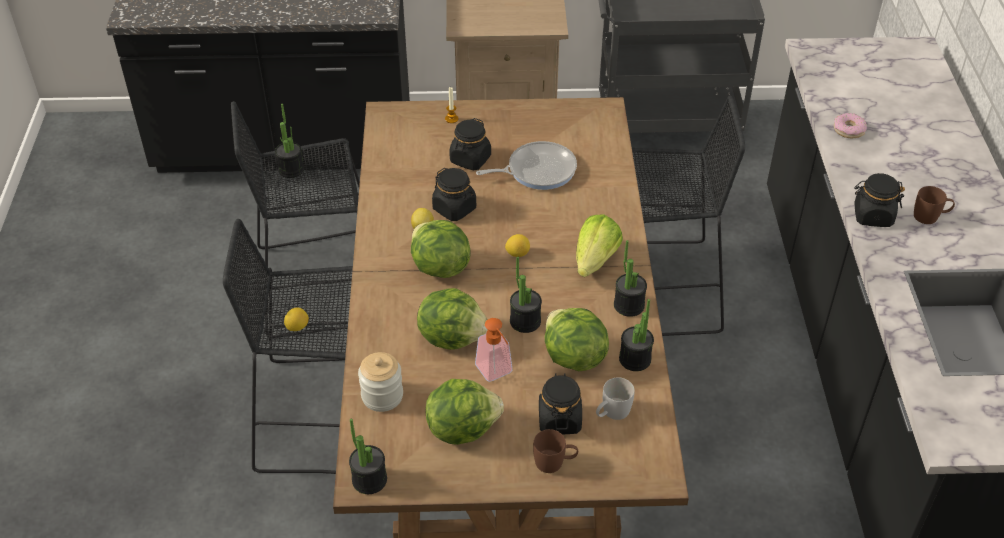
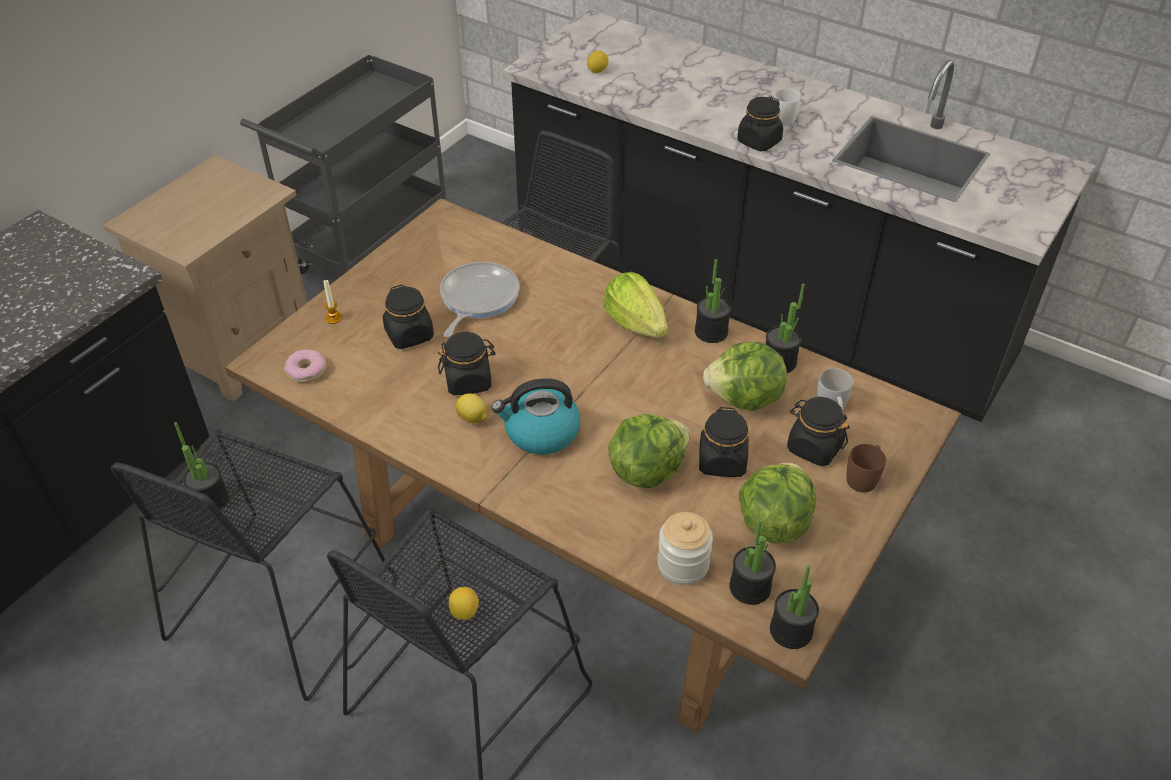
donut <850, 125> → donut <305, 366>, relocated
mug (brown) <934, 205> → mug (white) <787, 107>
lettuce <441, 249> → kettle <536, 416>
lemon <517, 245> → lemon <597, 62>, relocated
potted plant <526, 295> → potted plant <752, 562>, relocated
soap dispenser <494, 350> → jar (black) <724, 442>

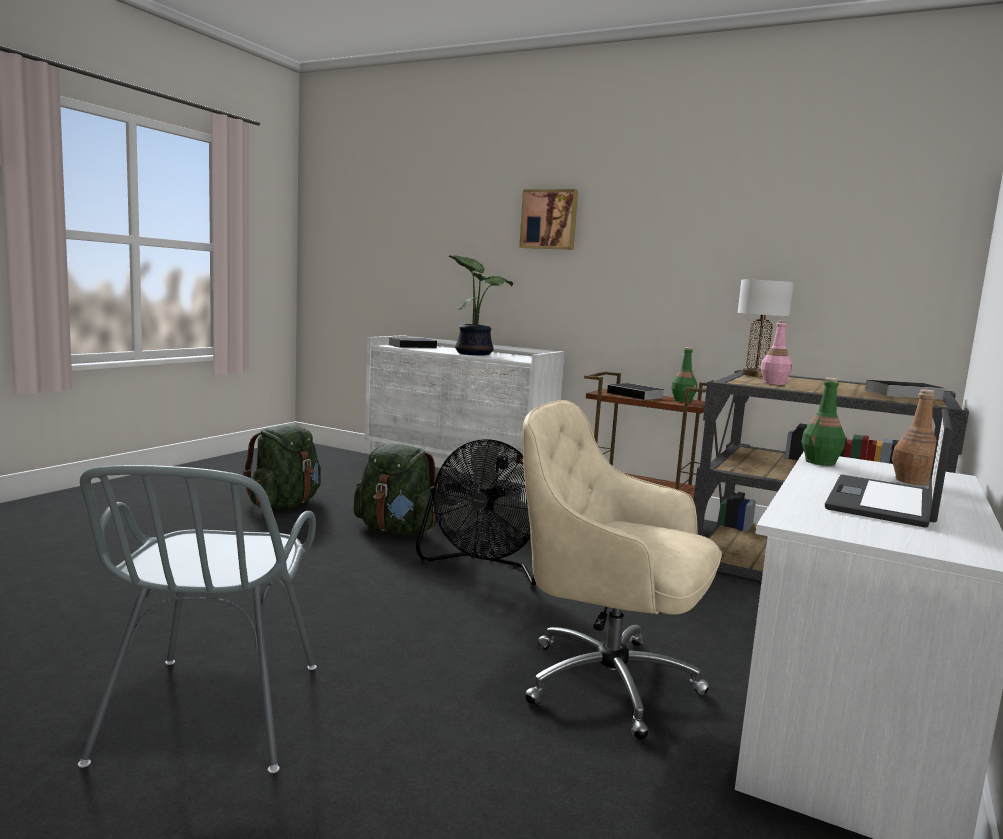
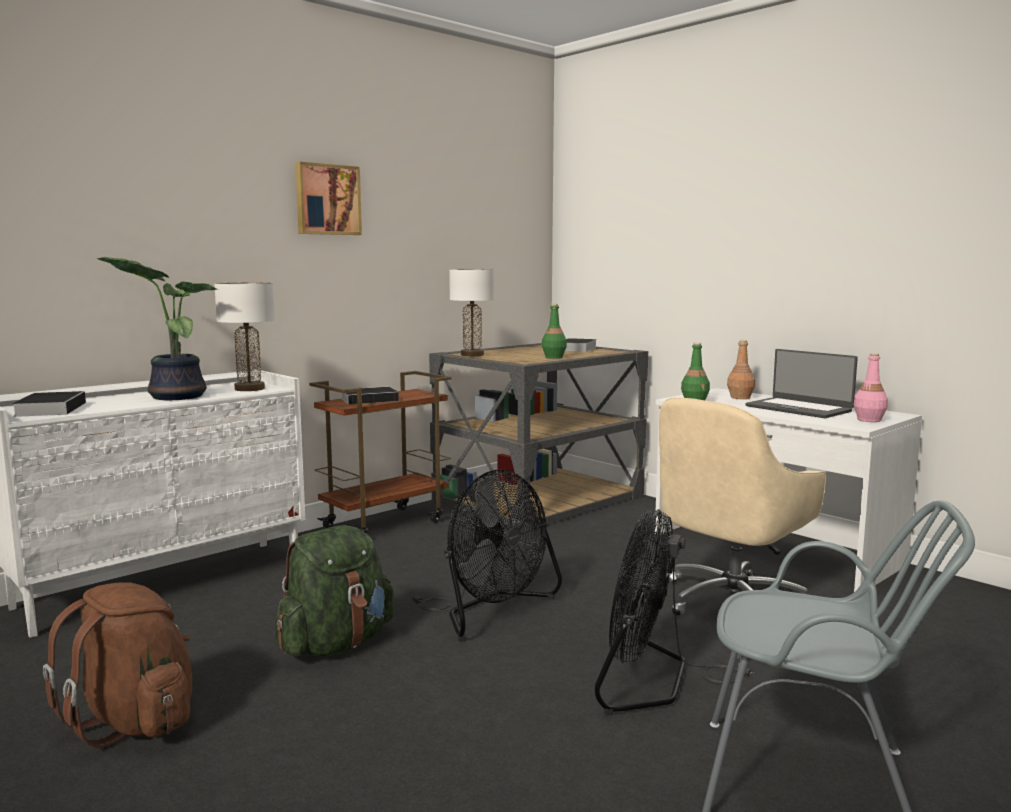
picture <548, 219> → picture <328, 198>, relocated
bottle (pink) <776, 352> → bottle (pink) <871, 387>, relocated
bottle (green) <684, 374> → bottle (green) <554, 331>, relocated
backpack (green) <282, 466> → backpack (brown) <117, 664>
- → table lamp <244, 337>
- → fan (black) <674, 612>

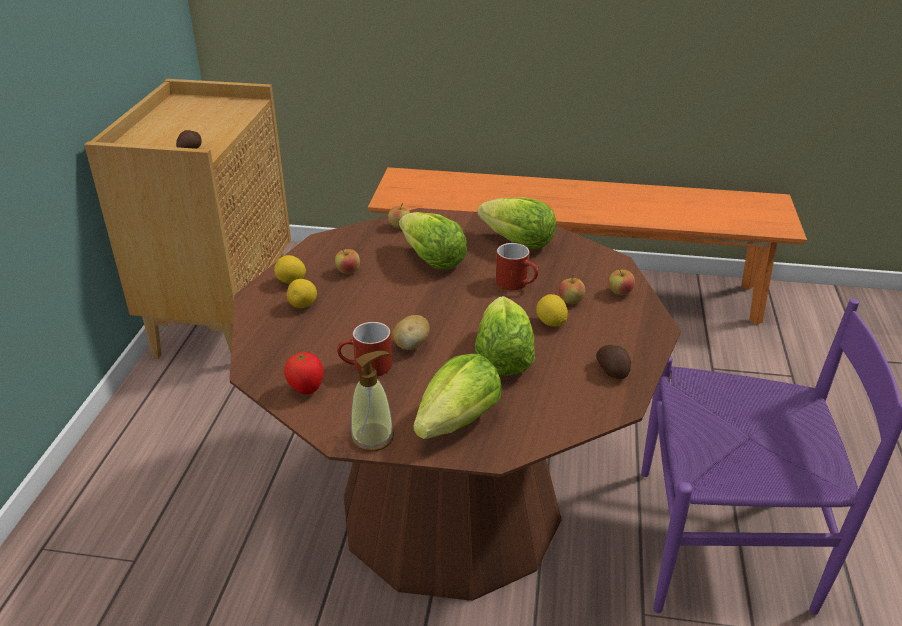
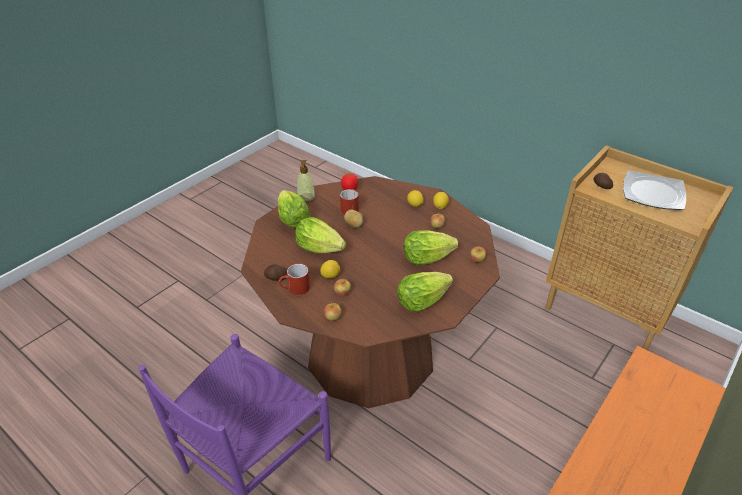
mug (red) <517, 266> → mug (red) <294, 279>, relocated
- → plate <654, 190>

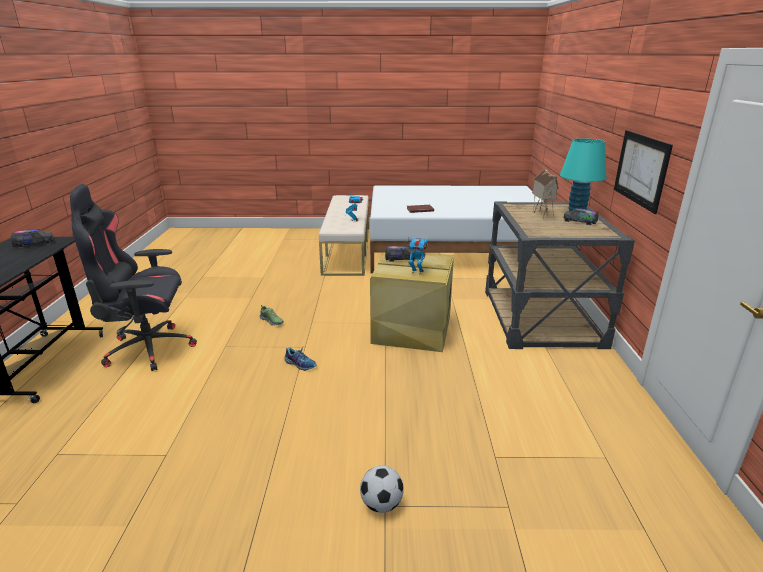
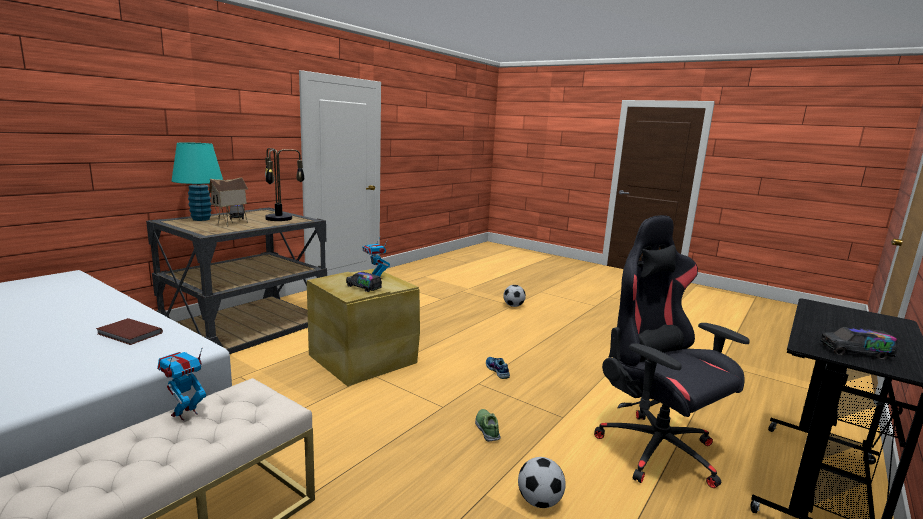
picture <643, 172> → -
office chair (black) <133, 277> → office chair (black) <672, 351>, 150 degrees counterclockwise
- → table lamp <284, 184>
- → football <542, 482>

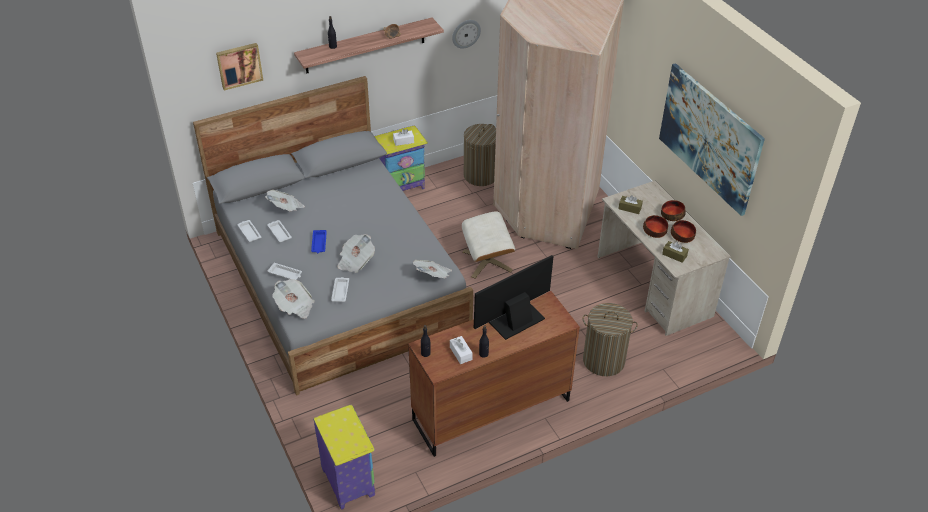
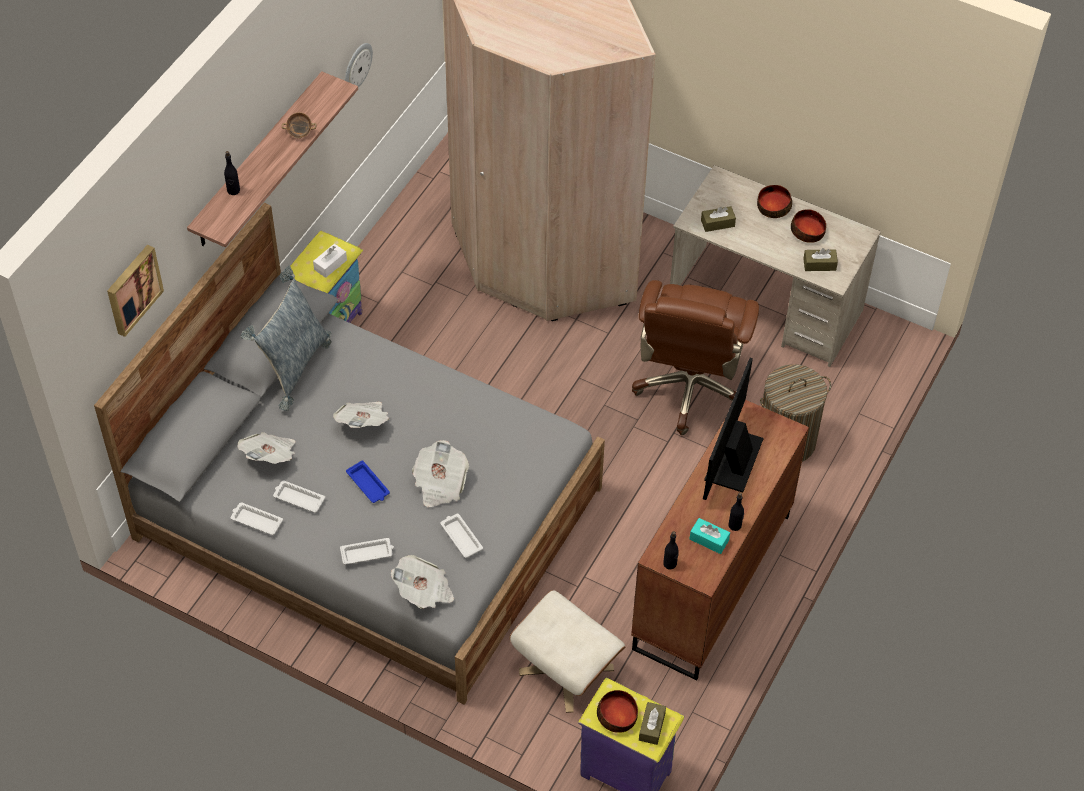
picture <712, 139> → -
laundry basket <480, 155> → -
ottoman (beige) <488, 245> → ottoman (beige) <567, 651>, relocated
bowl <655, 226> → bowl <617, 711>, relocated
newspaper <432, 269> → newspaper <361, 414>, relocated
tissue box (white) <461, 350> → tissue box (turquoise) <710, 536>
- → pillow <286, 338>
- → office chair (brown) <695, 357>
- → tissue box (brown) <652, 723>

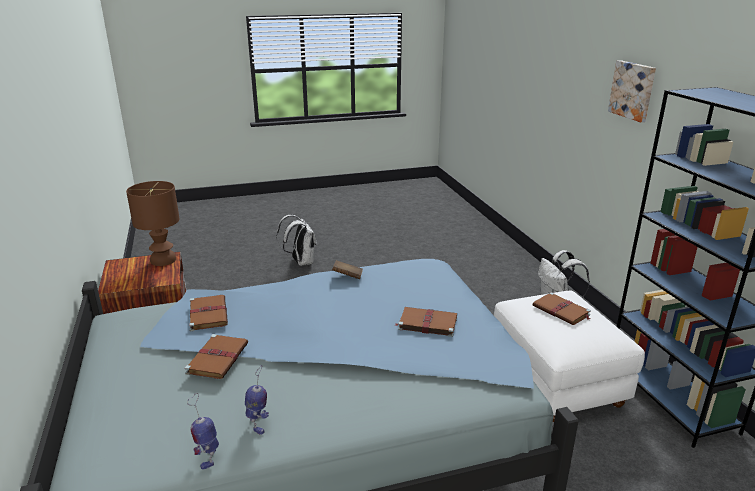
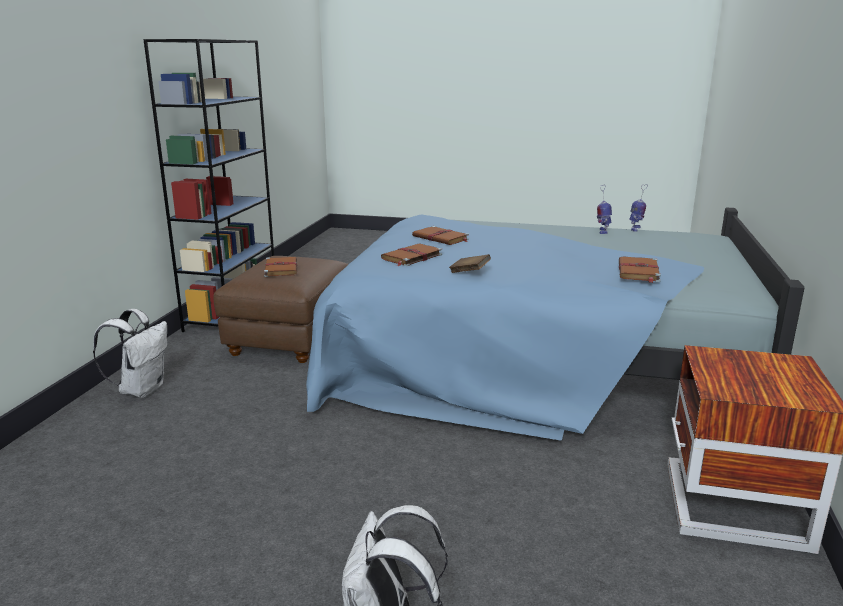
picture <632, 91> → -
table lamp (brown) <153, 223> → -
ottoman (white) <569, 356> → ottoman (brown) <280, 309>
book (brown) <216, 356> → book (brown) <411, 254>, relocated

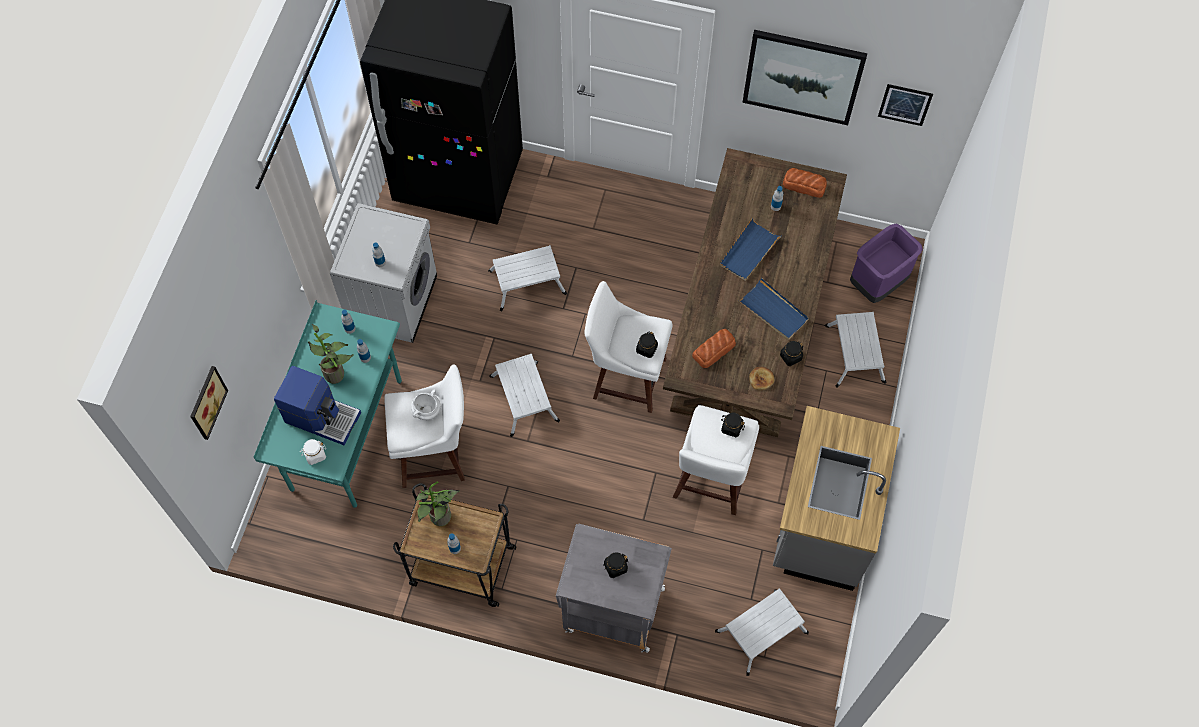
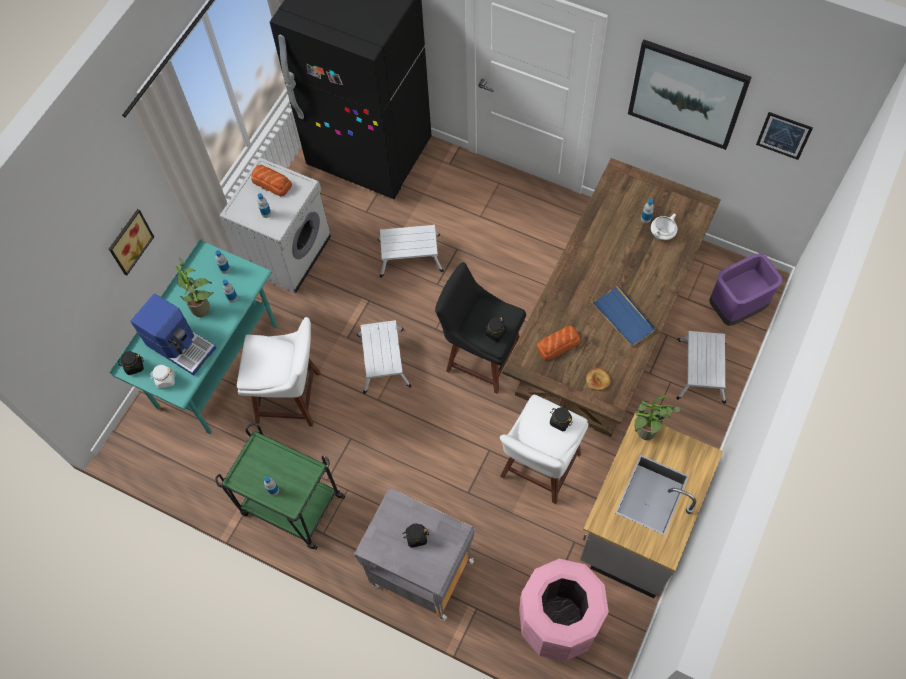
bread <805, 183> → bread <271, 180>, relocated
tray (blue) <751, 249> → -
stool (white) <628, 347> → stool (black) <480, 328>
jar (black) <791, 353> → jar (black) <131, 363>, relocated
picture <209, 403> → picture <131, 242>, relocated
cooking pot (white) <426, 404> → cooking pot (white) <664, 226>, relocated
potted plant <437, 503> → potted plant <658, 417>, relocated
cart (brown) <454, 545> → cart (green) <280, 486>
step ladder (white) <762, 632> → trash can (pink) <564, 610>

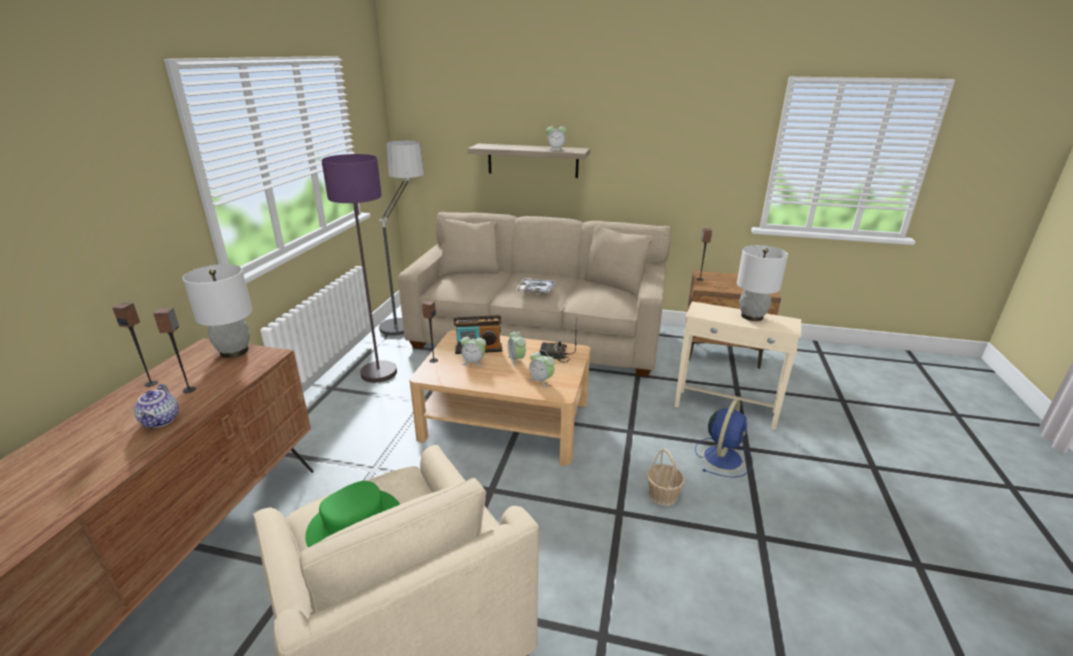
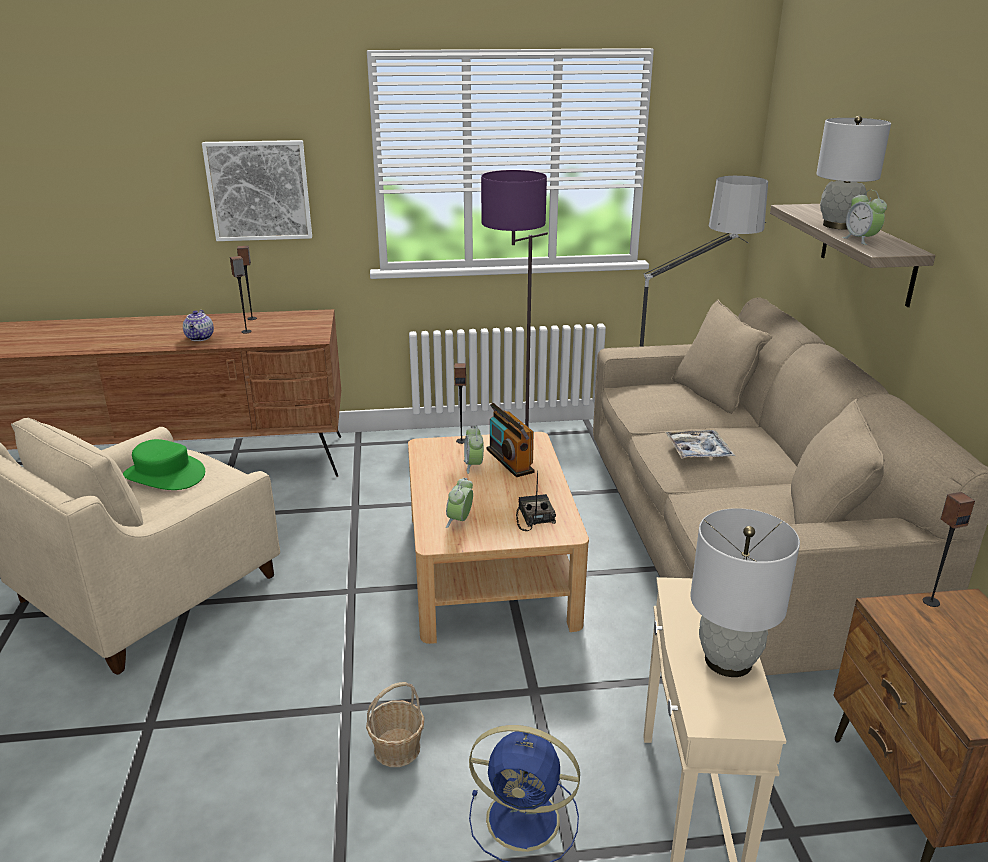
table lamp (white) <217, 311> → table lamp (white) <853, 172>, relocated
alarm clock <516, 348> → -
teapot <156, 406> → teapot <198, 325>, 60 degrees counterclockwise
- → picture <257, 190>

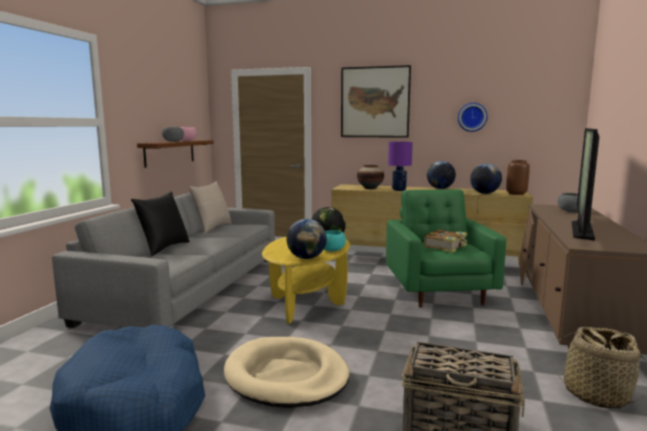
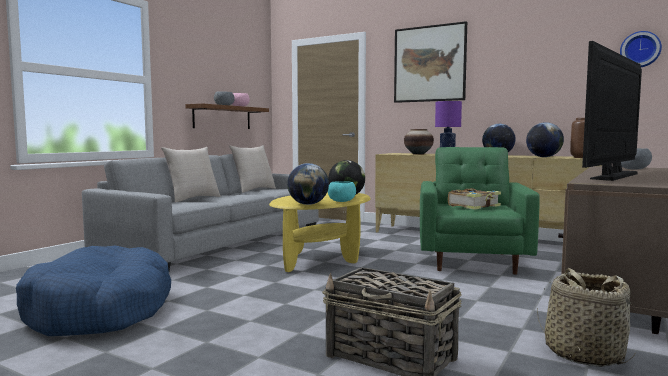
wall clock <473, 117> → wall clock <641, 49>, relocated
pillow (black) <160, 223> → pillow (beige) <191, 175>
dog bed (beige) <287, 372> → -

